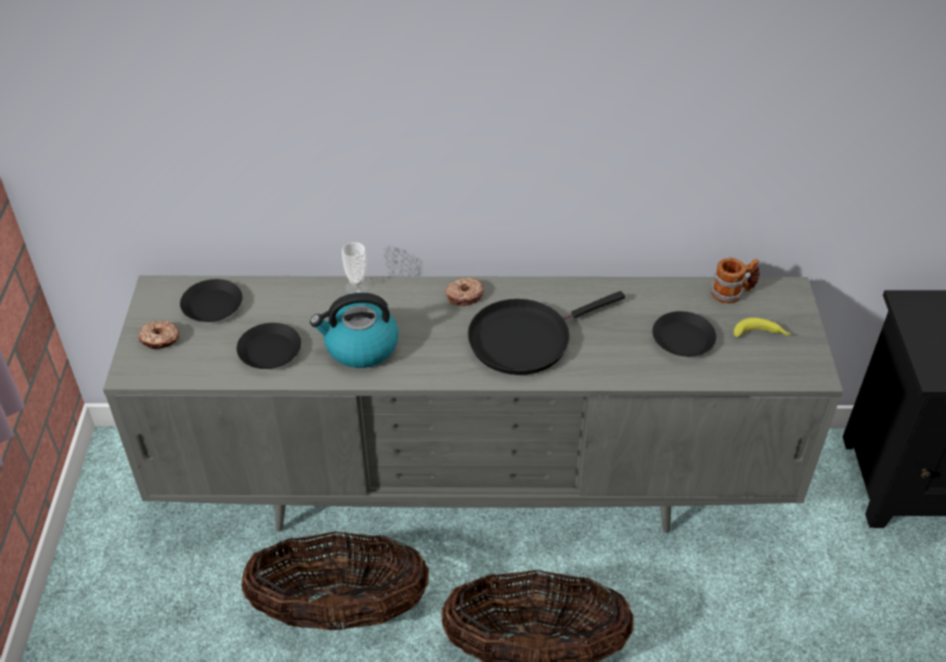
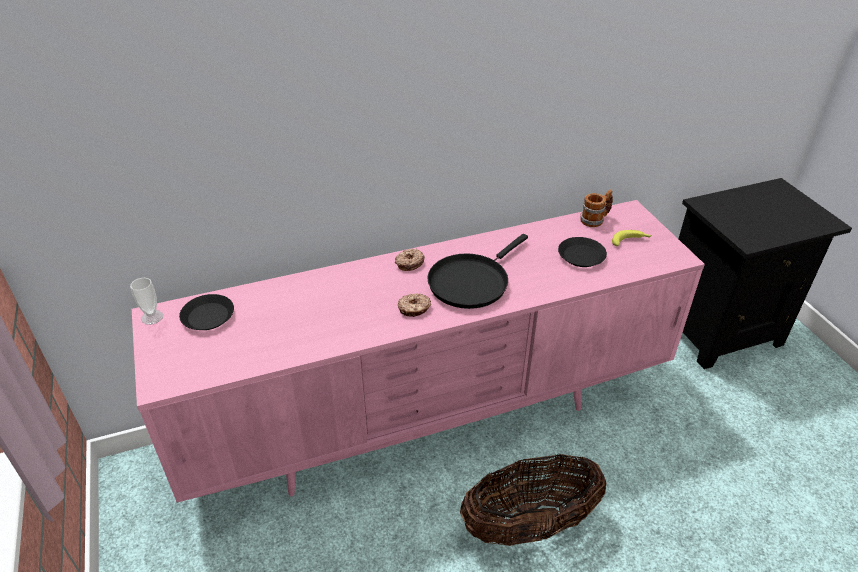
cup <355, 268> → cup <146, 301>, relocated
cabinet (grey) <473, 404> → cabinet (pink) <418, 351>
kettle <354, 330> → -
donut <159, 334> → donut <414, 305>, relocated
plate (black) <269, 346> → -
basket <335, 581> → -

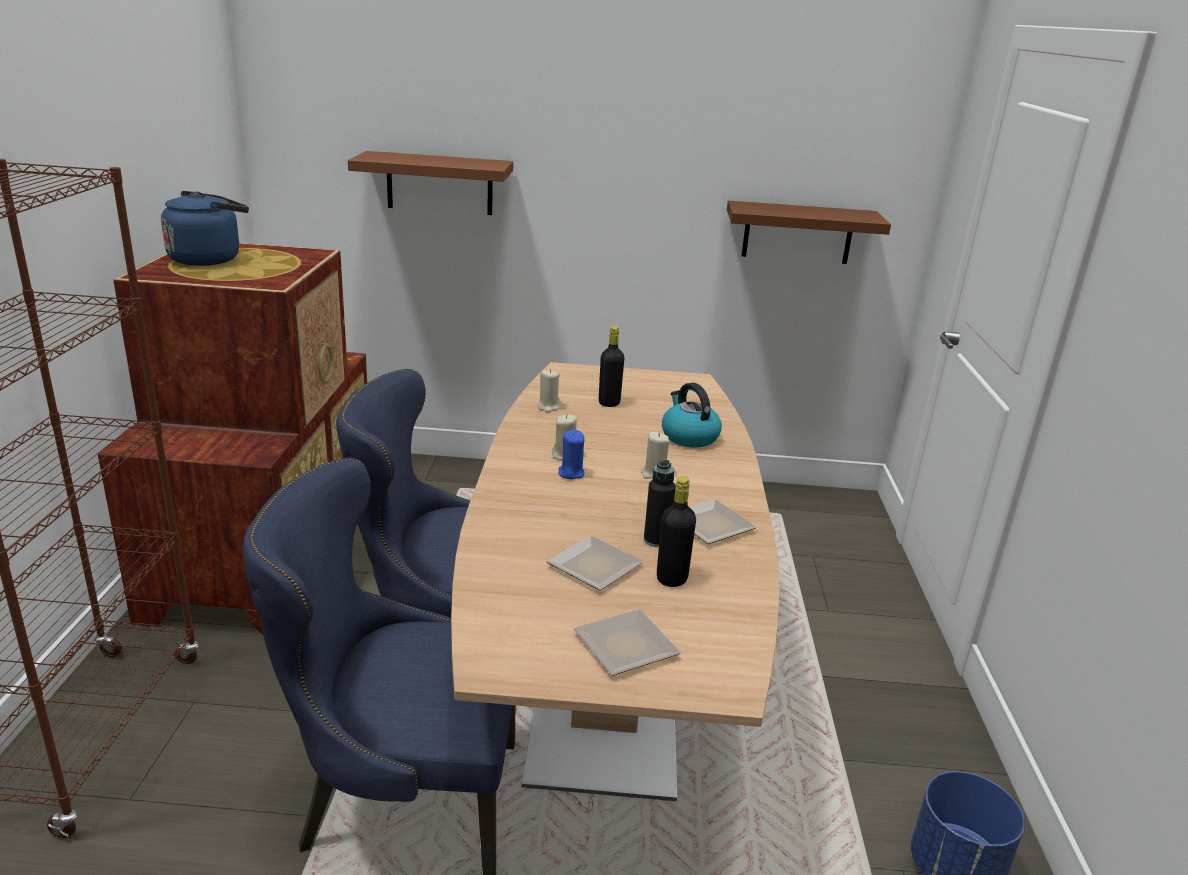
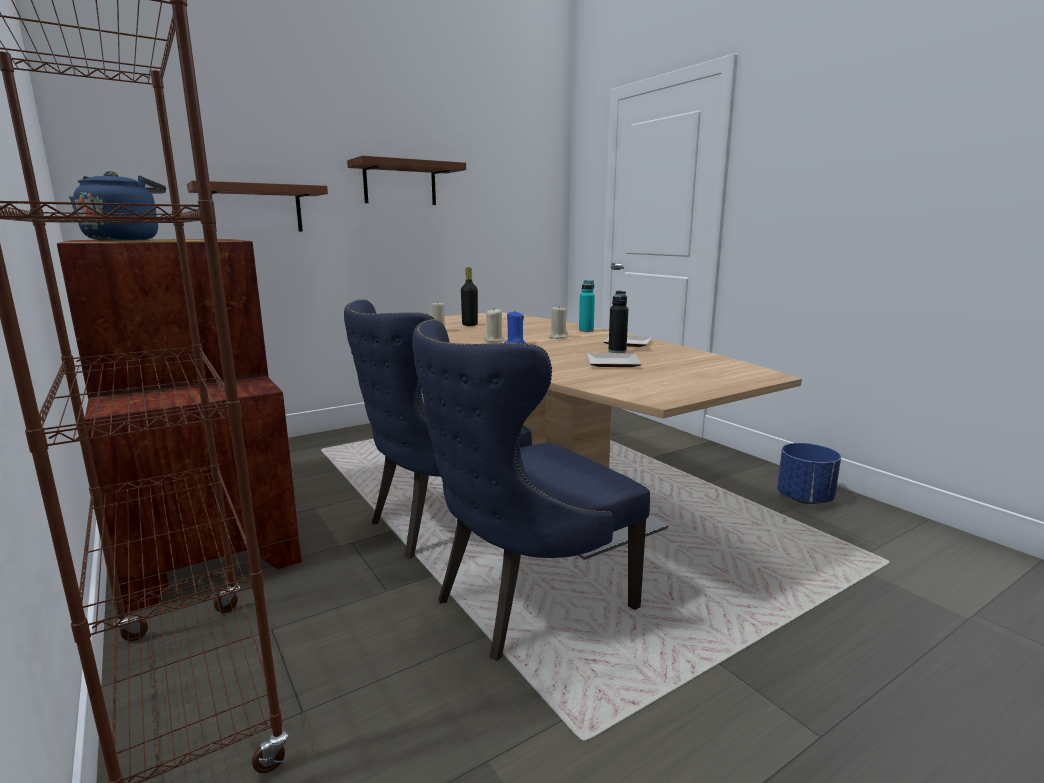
shelf (brown) <809, 232> → shelf (brown) <406, 180>, relocated
kettle <692, 415> → -
bottle (black) <676, 531> → -
plate <627, 642> → -
- → bottle (turquoise) <587, 306>

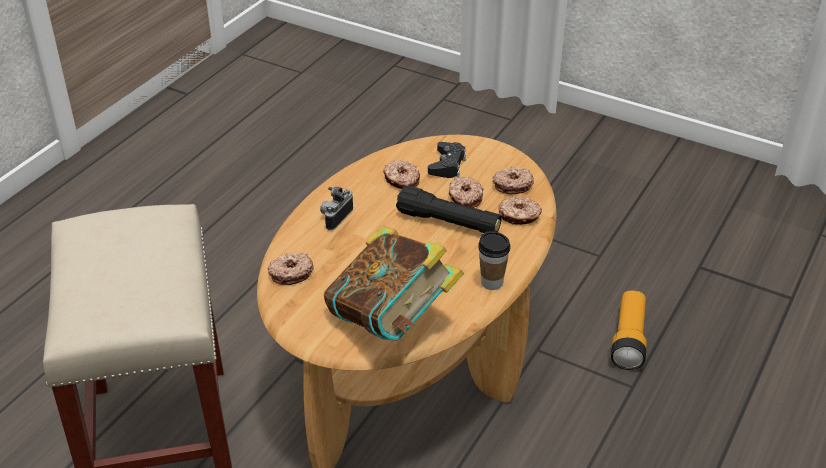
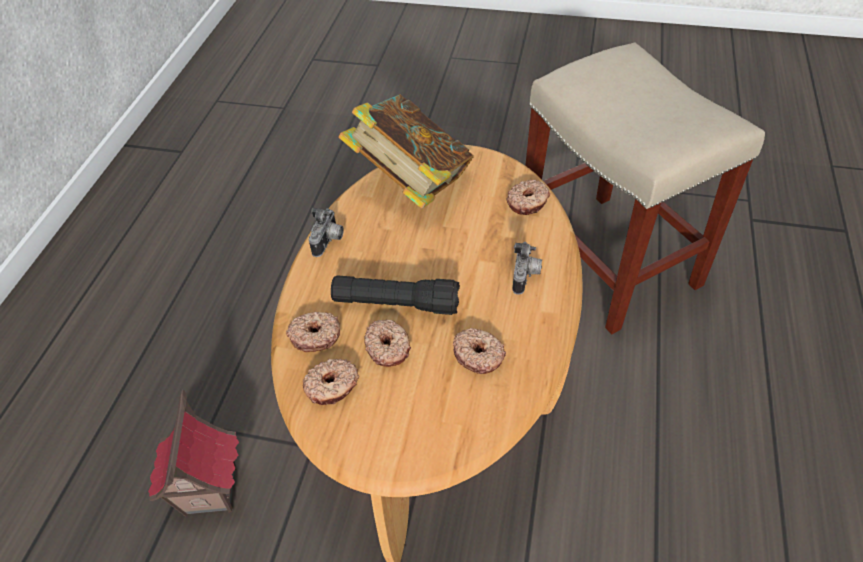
game controller (black) <447, 160> → -
cup <494, 260> → photo camera <326, 232>
flashlight <629, 330> → toy house <193, 453>

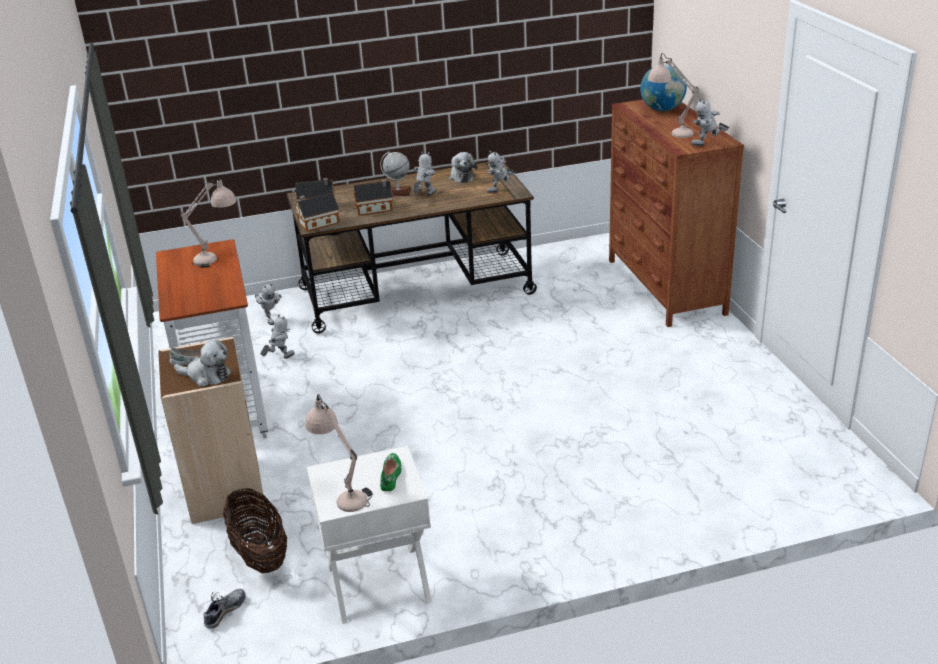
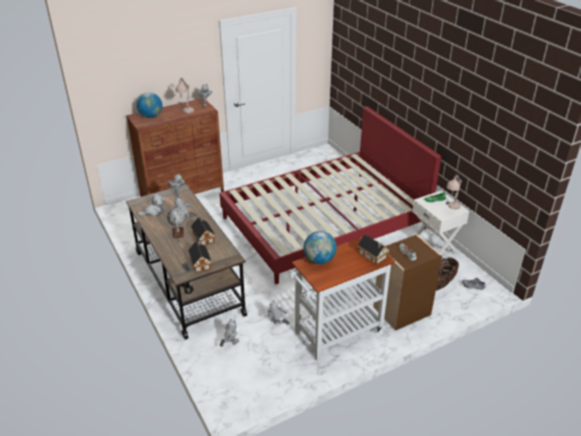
table lamp (beige) <209, 221> → globe <320, 247>
toy house <317, 212> → toy house <374, 249>, relocated
plush toy <202, 363> → -
- → bed (red) <330, 195>

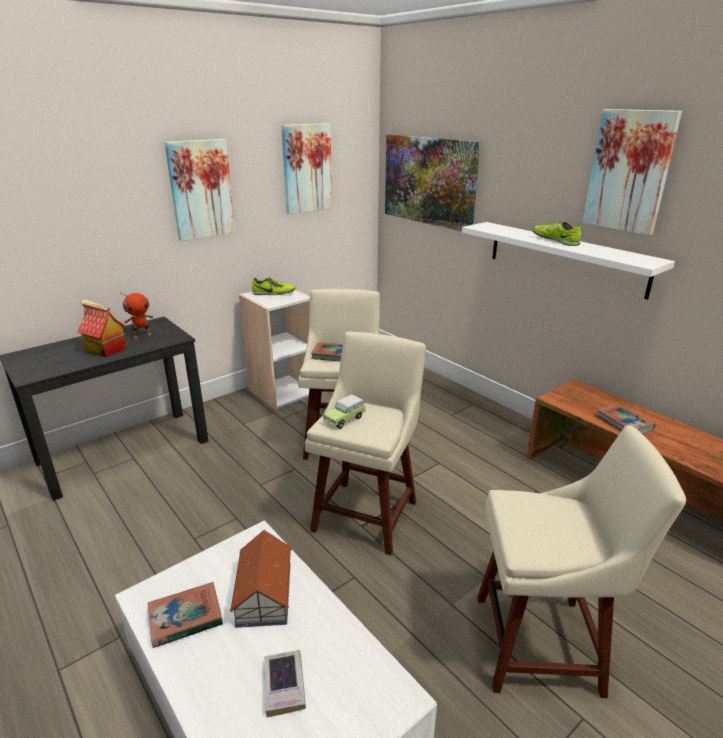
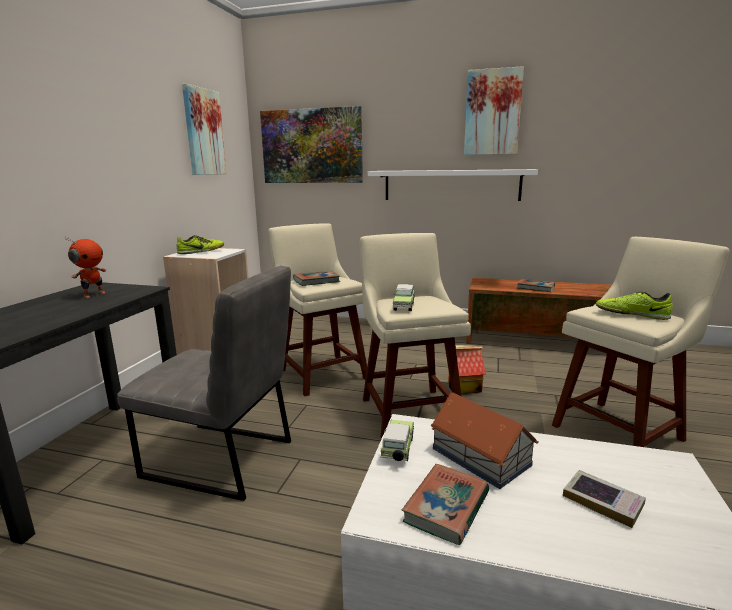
picture <199, 190> → -
shoe <557, 234> → shoe <634, 305>, relocated
toy house <101, 328> → toy house <467, 369>, relocated
- → chair (grey) <204, 383>
- → toy car <397, 440>

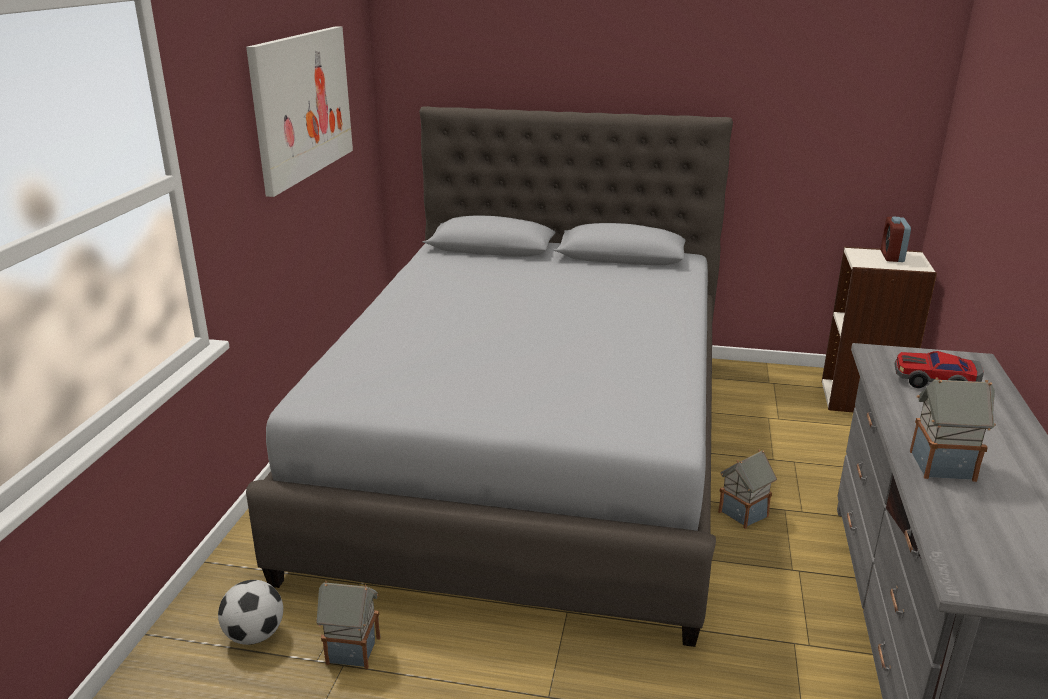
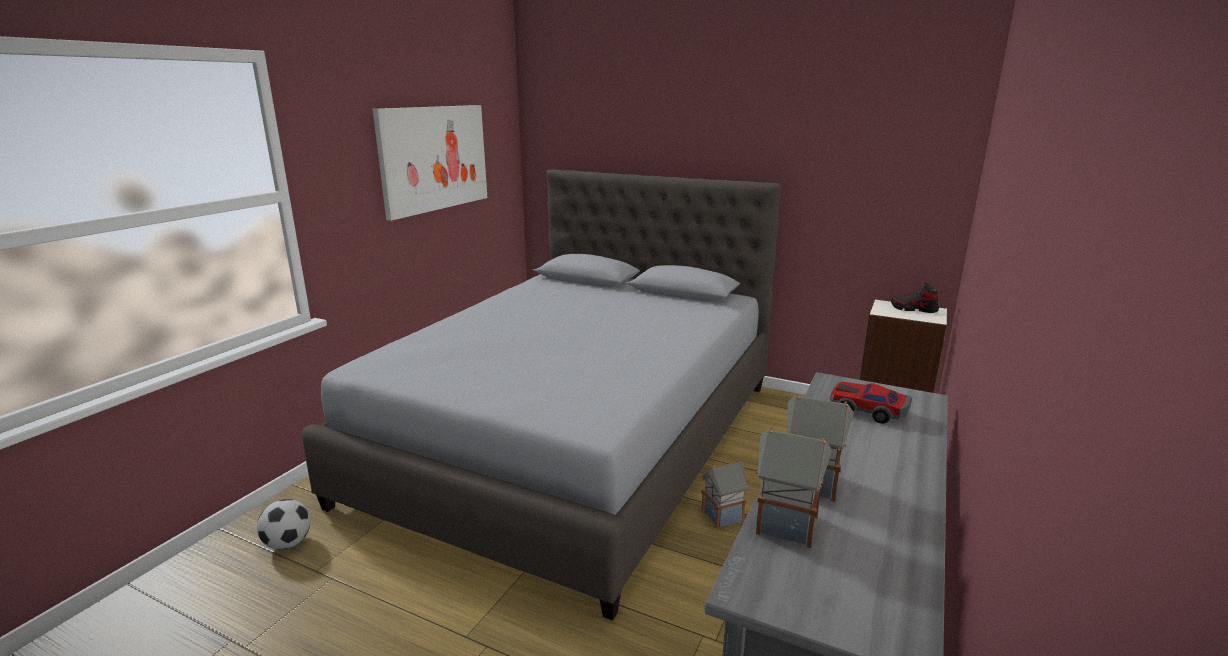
alarm clock <896, 239> → shoe <915, 298>
toy house <348, 625> → toy house <794, 487>, relocated

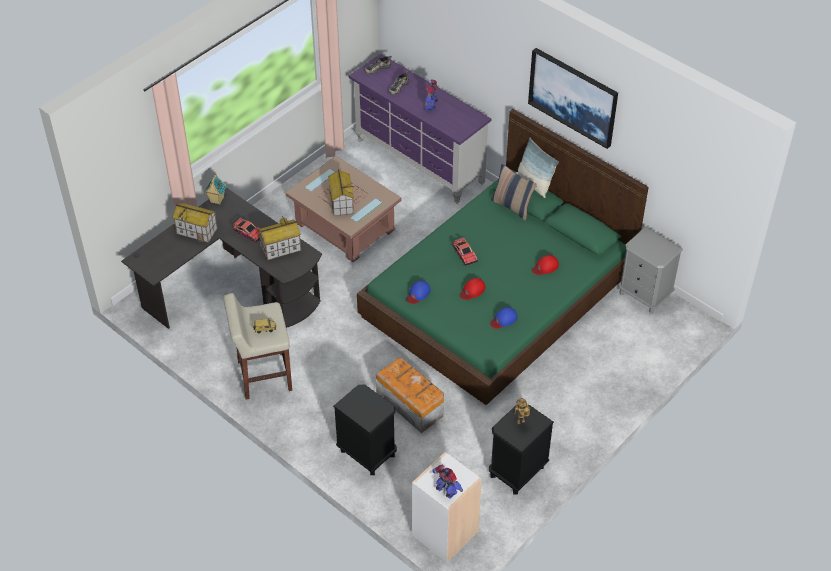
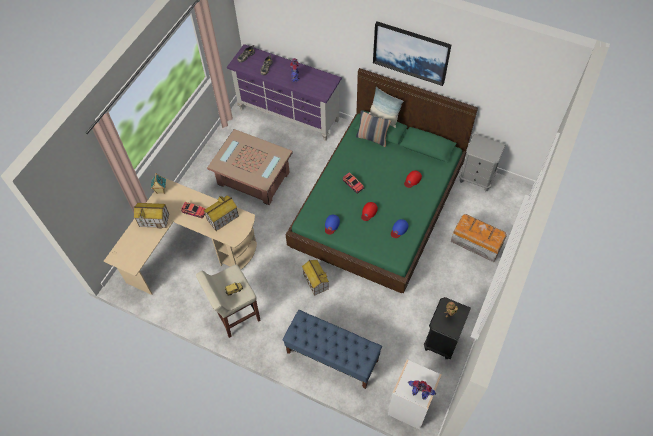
toy house <341, 192> → toy house <315, 278>, relocated
desk (black) <221, 258> → desk (beige) <180, 237>
storage box <410, 395> → storage box <479, 238>, relocated
nightstand (black) <365, 429> → bench (blue) <332, 349>

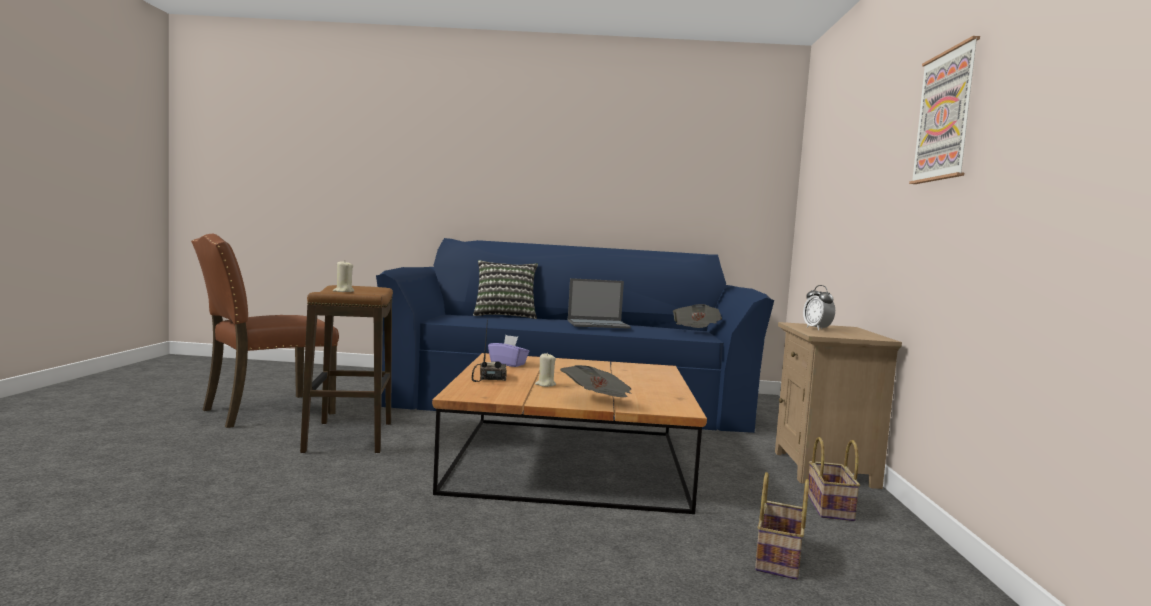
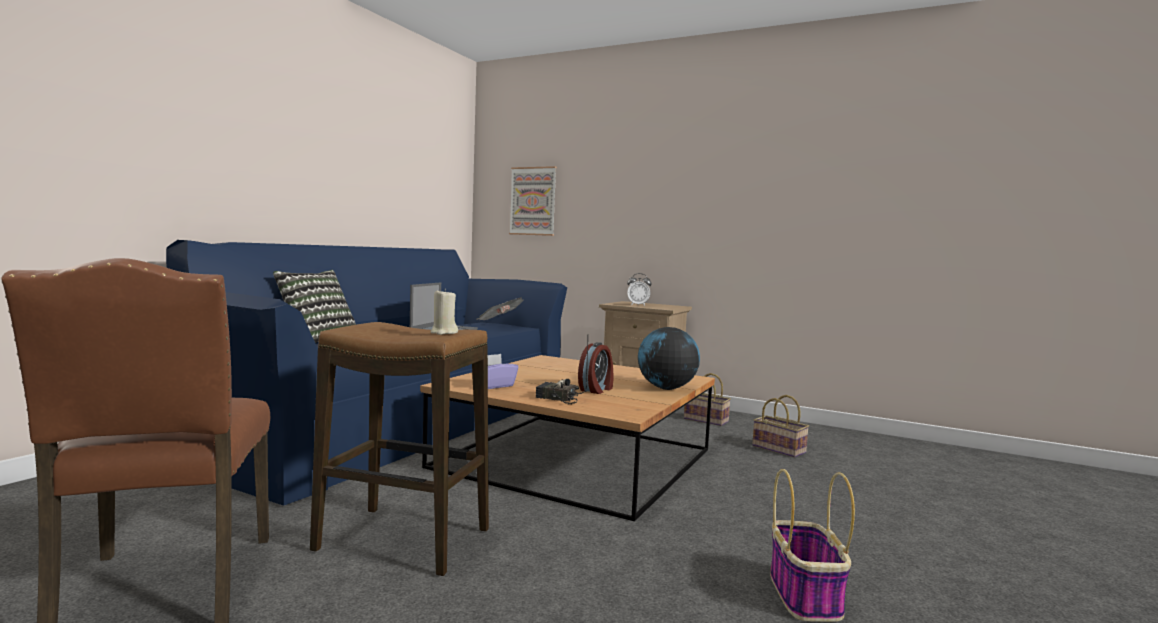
picture <944, 110> → picture <533, 201>, relocated
candle (beige) <545, 370> → alarm clock <595, 368>
newspaper <596, 381> → globe <669, 358>
- → basket <812, 545>

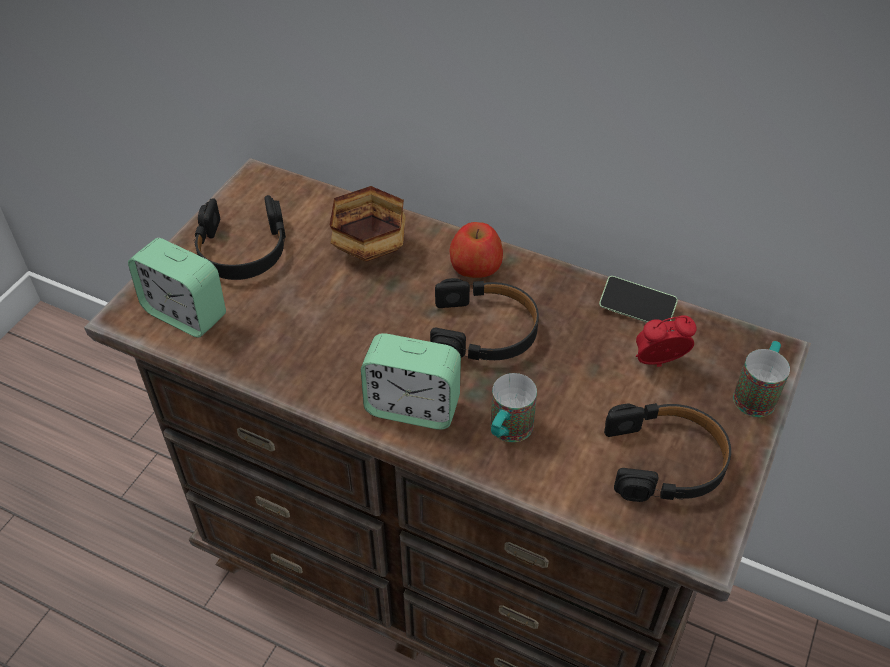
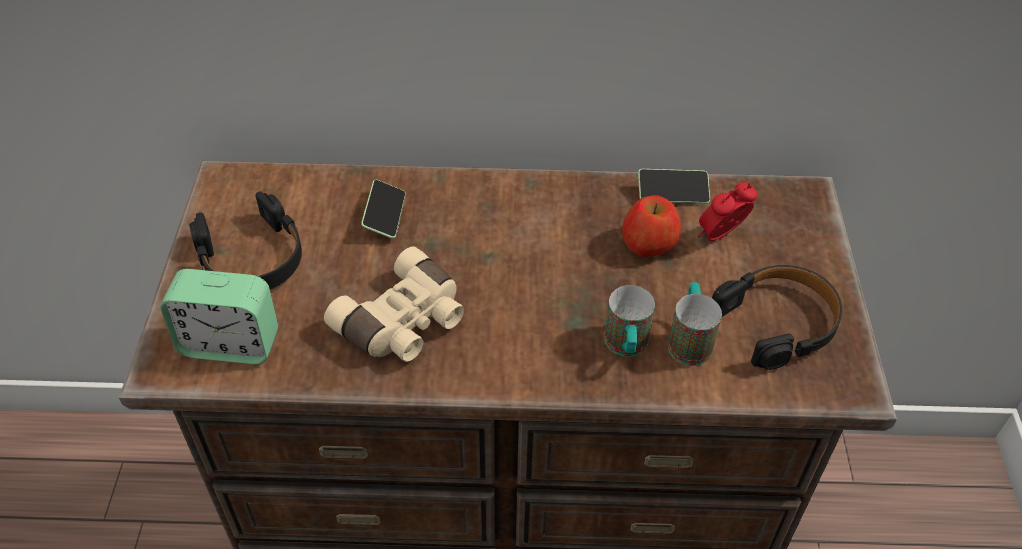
bowl <368, 224> → phone <383, 209>
apple <476, 250> → apple <651, 226>, relocated
headphones (black) <484, 319> → -
alarm clock <411, 381> → -
mug <761, 379> → mug <695, 324>, relocated
- → binoculars (beige) <394, 304>

